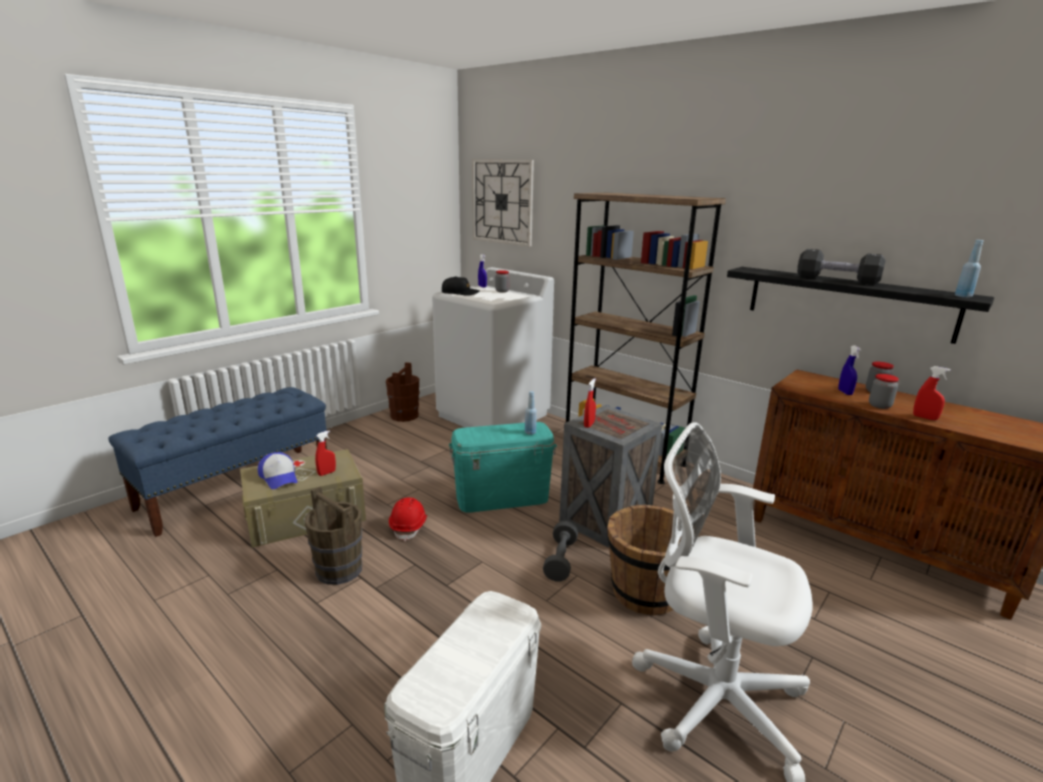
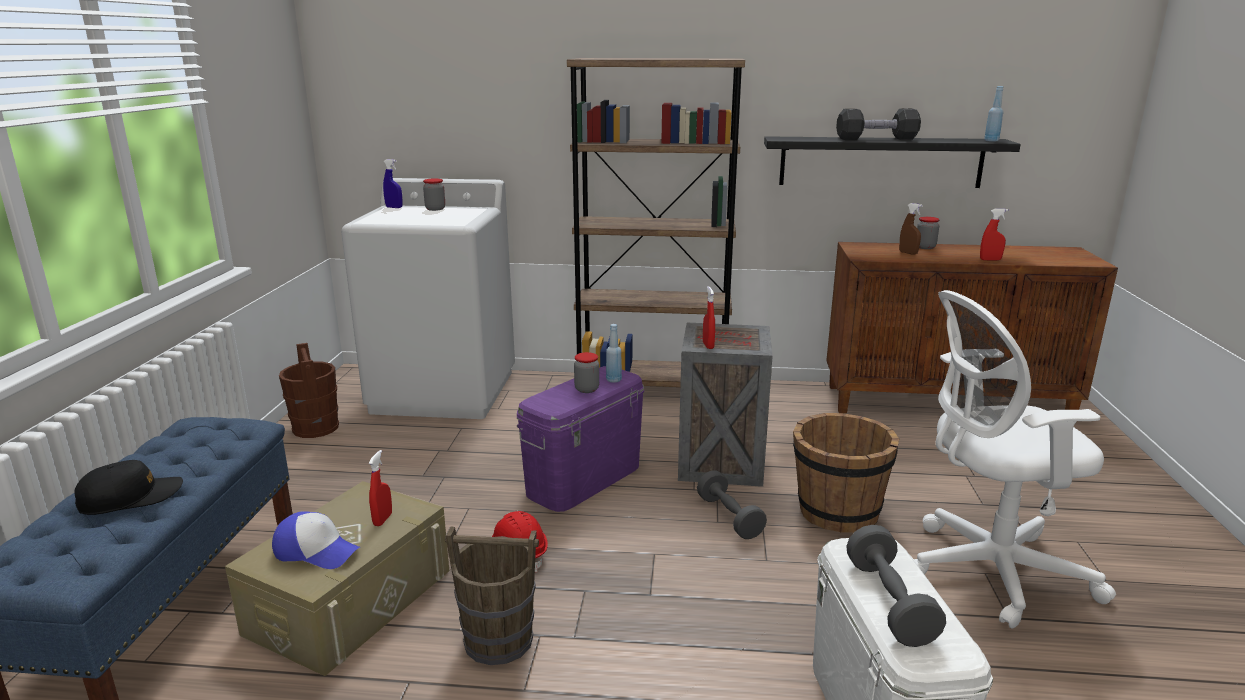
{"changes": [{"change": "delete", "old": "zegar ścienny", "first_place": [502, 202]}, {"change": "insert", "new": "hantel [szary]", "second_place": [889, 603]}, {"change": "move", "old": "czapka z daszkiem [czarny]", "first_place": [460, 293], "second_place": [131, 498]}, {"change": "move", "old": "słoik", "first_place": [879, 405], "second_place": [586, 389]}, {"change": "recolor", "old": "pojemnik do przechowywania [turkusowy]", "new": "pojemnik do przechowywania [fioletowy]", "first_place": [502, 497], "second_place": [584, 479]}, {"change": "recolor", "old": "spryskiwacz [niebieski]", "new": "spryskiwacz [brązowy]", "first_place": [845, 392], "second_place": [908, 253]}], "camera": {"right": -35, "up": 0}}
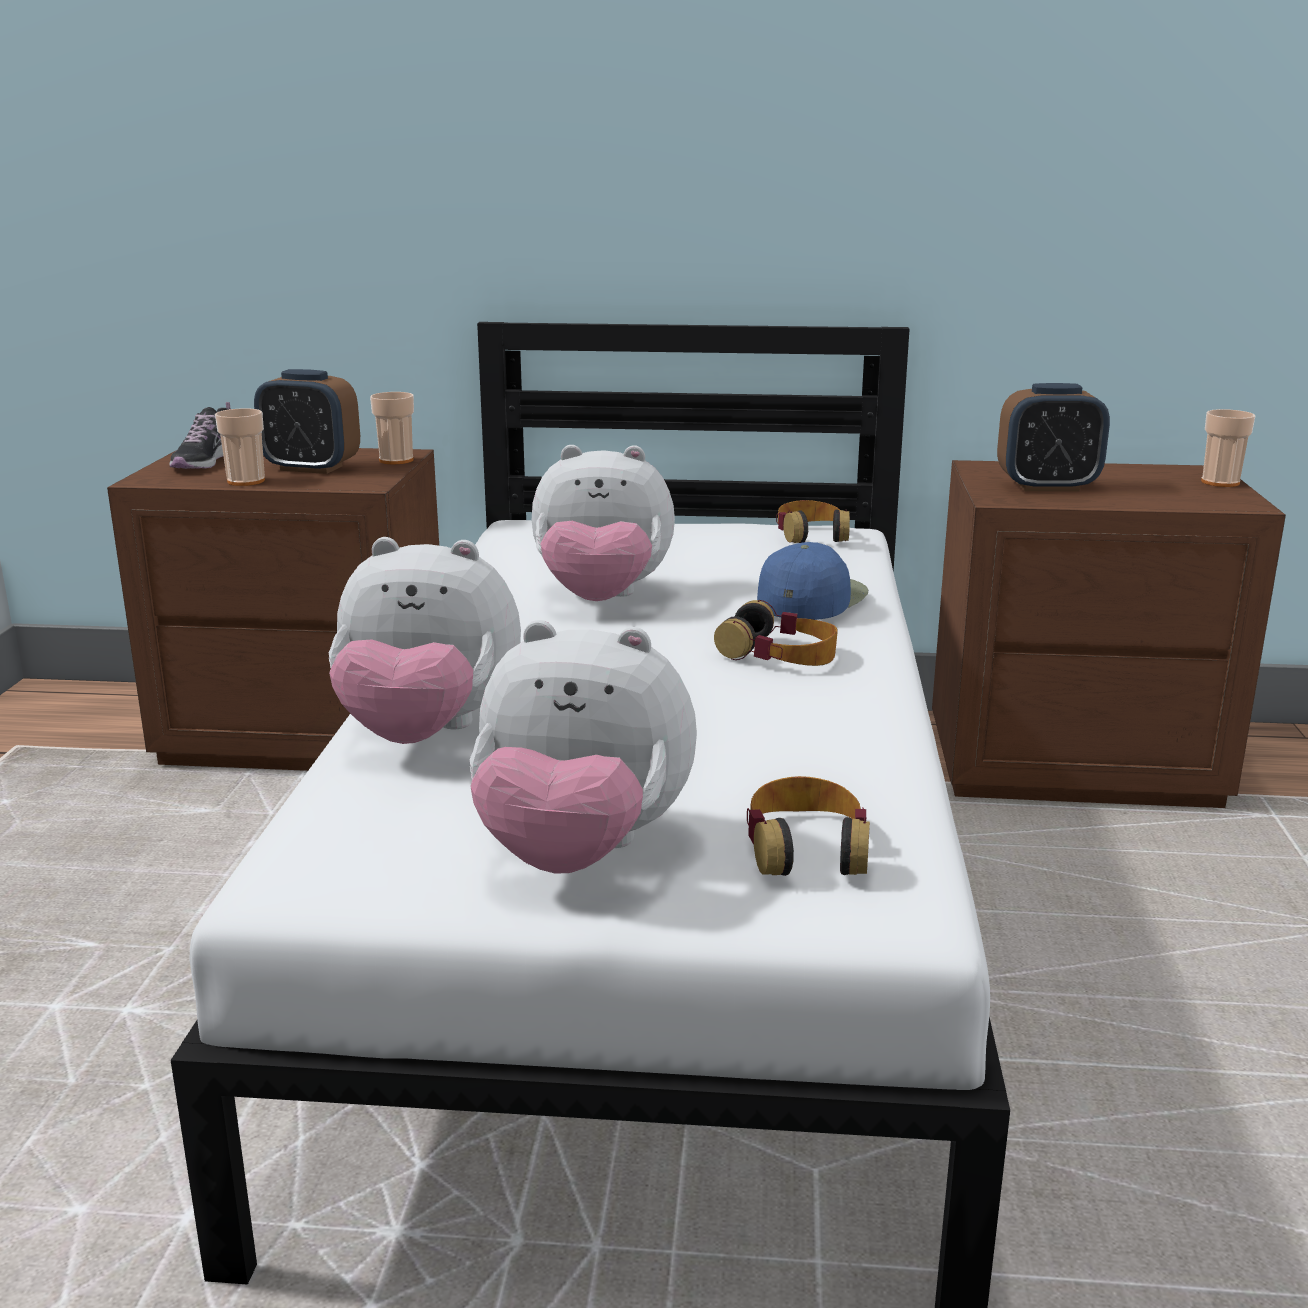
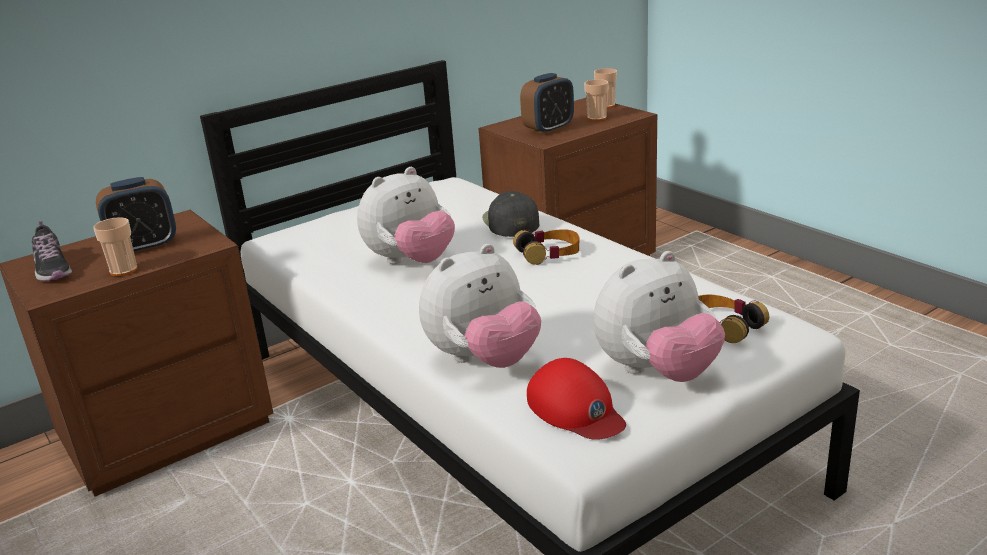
{"changes": [{"change": "delete", "old": "słuchawki", "first_place": [811, 533]}, {"change": "insert", "new": "czapka z daszkiem [czerwony]", "second_place": [576, 409]}, {"change": "move", "old": "filiżanka", "first_place": [396, 460], "second_place": [596, 118]}, {"change": "recolor", "old": "czapka z daszkiem [niebieski]", "new": "czapka z daszkiem [czarny]", "first_place": [811, 598], "second_place": [510, 222]}], "camera": {"right": -40, "up": 5}}
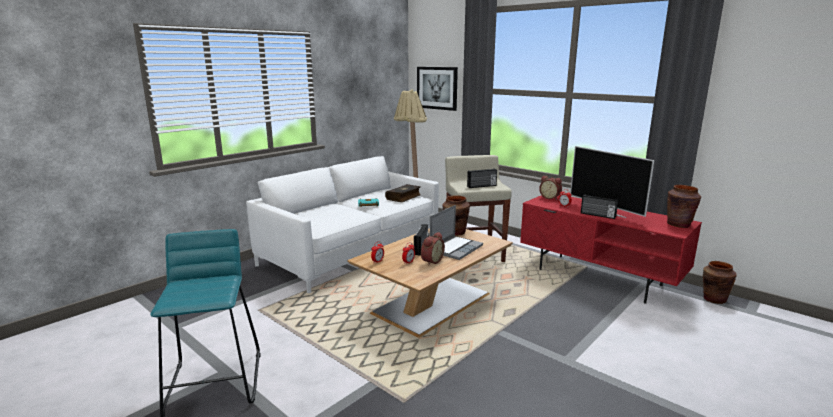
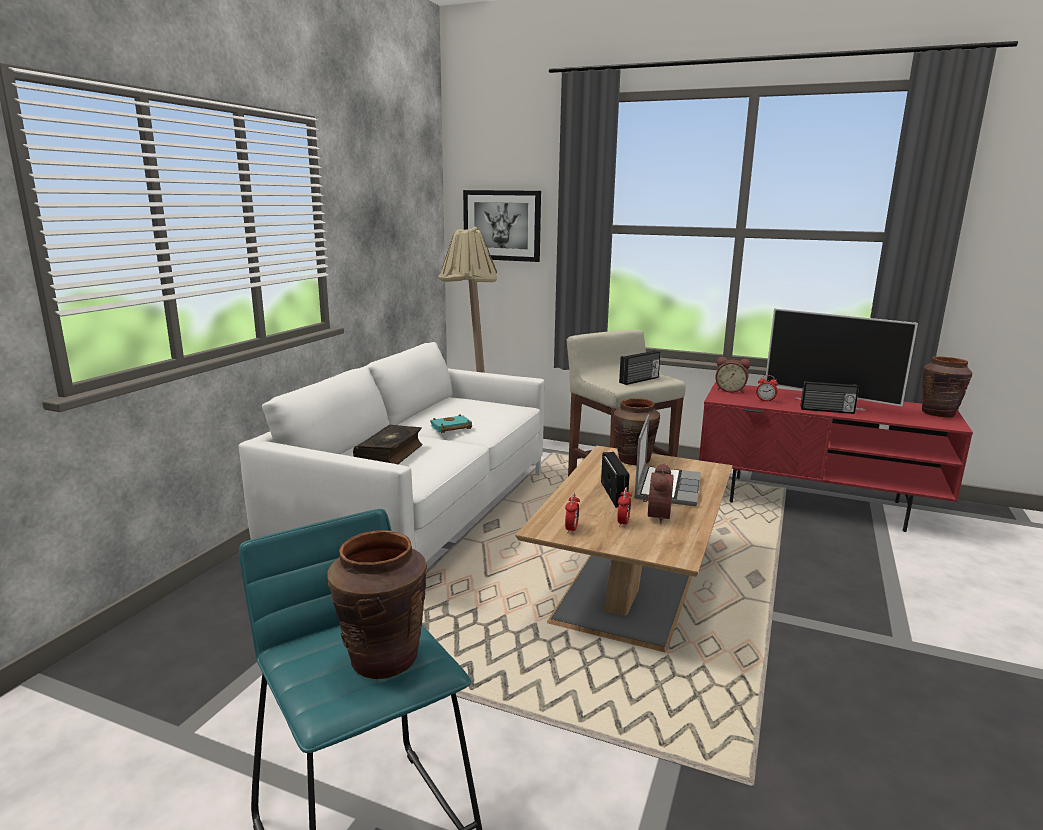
{"changes": [{"change": "move", "old": "książka", "first_place": [404, 197], "second_place": [391, 454]}, {"change": "move", "old": "wazon [brązowy]", "first_place": [714, 299], "second_place": [383, 659]}], "camera": {"right": -20, "up": 0}}
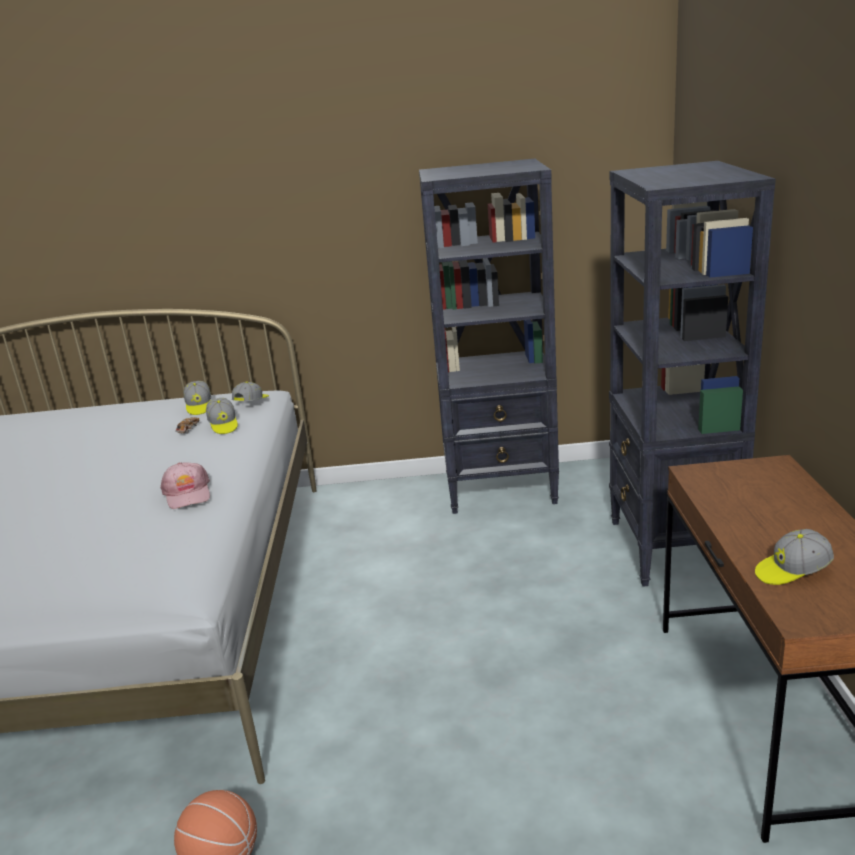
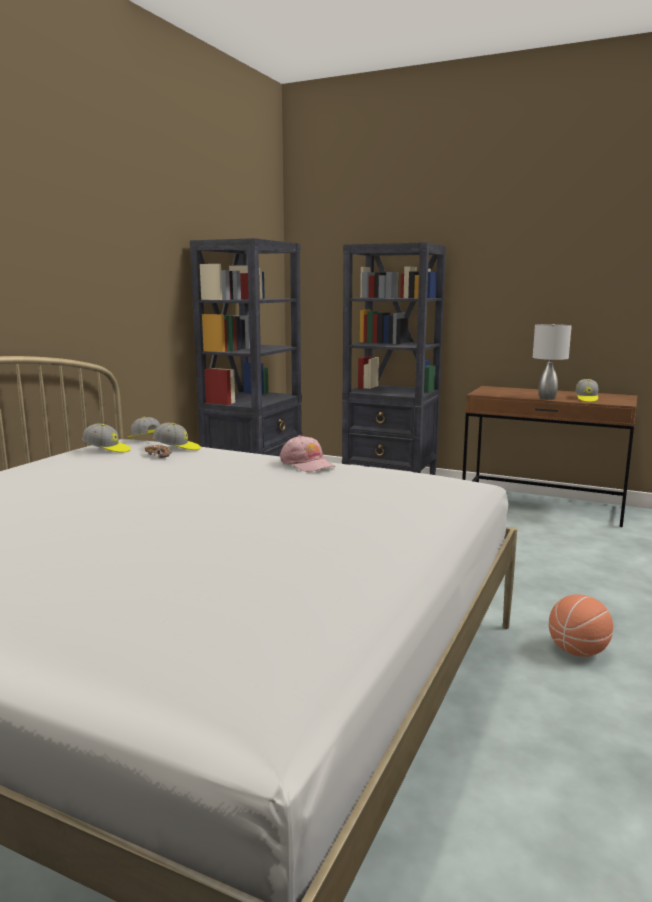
{"changes": [{"change": "insert", "new": "lampa stołowa [szary]", "second_place": [546, 398]}, {"change": "rotate", "old": "czapka z daszkiem [różowy]", "first_place": [187, 493], "second_place": [307, 464], "degrees": 45}], "camera": {"right": -65, "up": -10}}
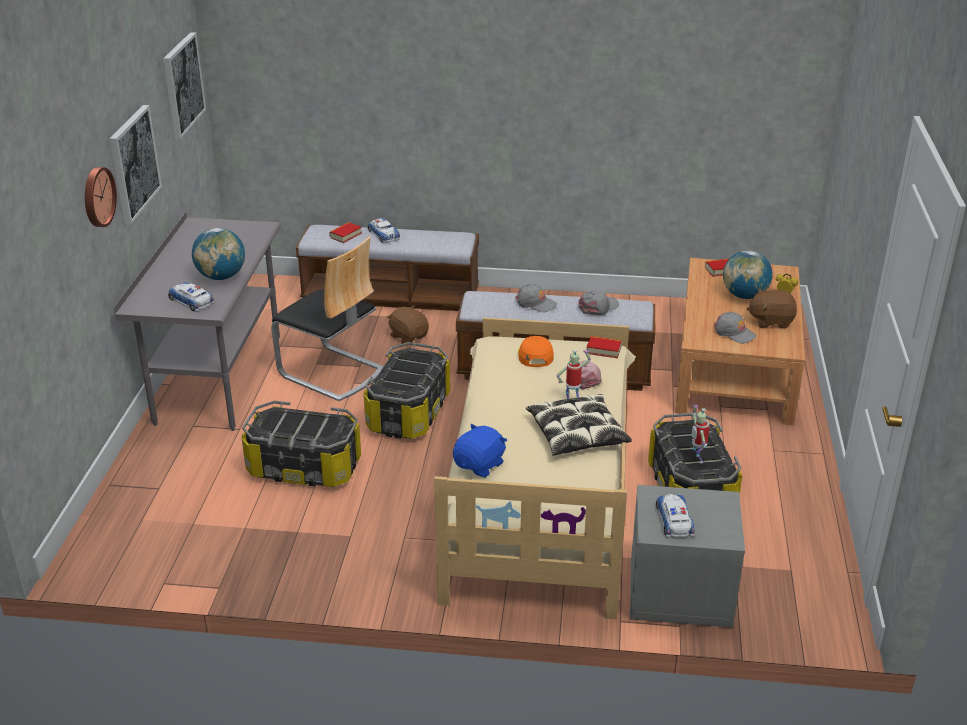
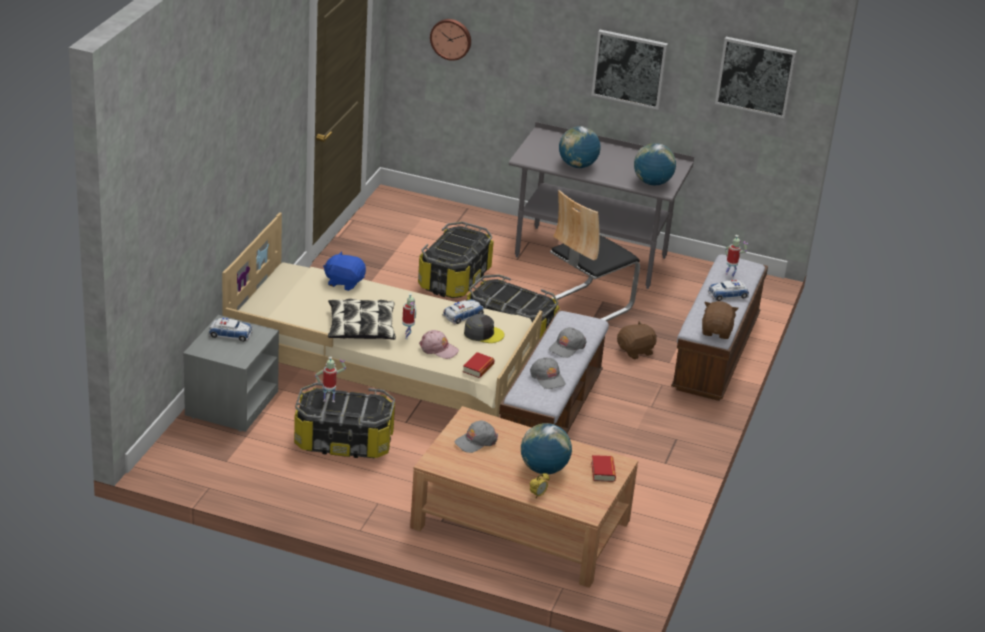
{"changes": [{"change": "insert", "new": "globus", "second_place": [652, 183]}, {"change": "move", "old": "zegar ścienny", "first_place": [97, 197], "second_place": [451, 38]}, {"change": "move", "old": "samochodzik", "first_place": [191, 301], "second_place": [463, 315]}, {"change": "move", "old": "pluszak [brązowy]", "first_place": [771, 321], "second_place": [717, 331]}, {"change": "replace", "old": "książka", "new": "robot zabawkowy", "first_place": [345, 235], "second_place": [730, 275]}, {"change": "recolor", "old": "czapka z daszkiem [pomarańczowy]", "new": "czapka z daszkiem [szary]", "first_place": [535, 355], "second_place": [483, 333]}, {"change": "rotate", "old": "pluszak [niebieski]", "first_place": [480, 465], "second_place": [344, 282], "degrees": 150}], "camera": {"right": 100, "up": 0}}
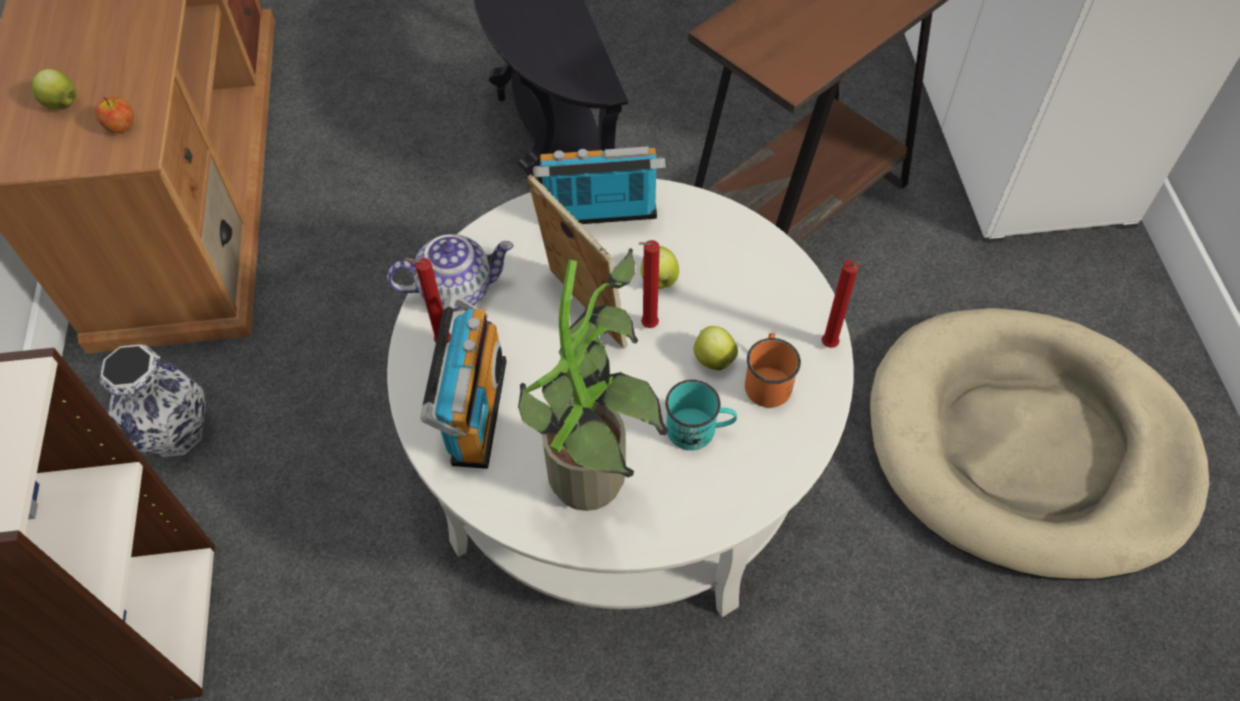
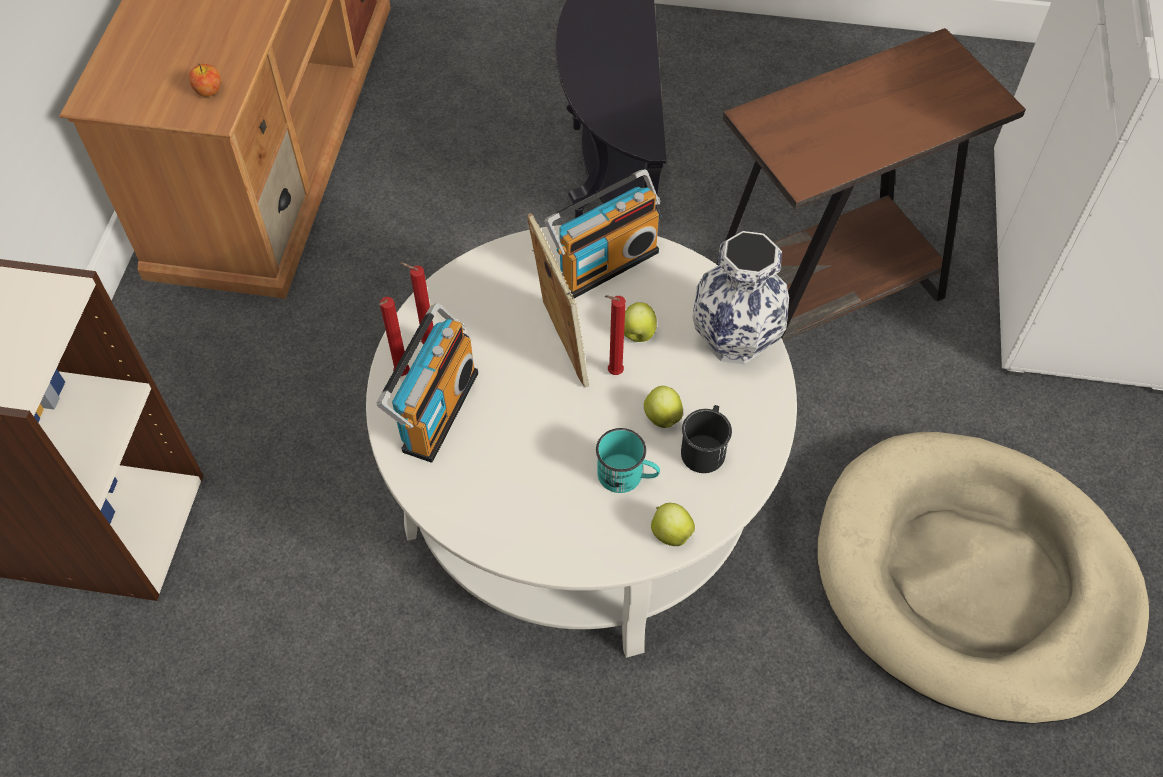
{"changes": [{"change": "delete", "old": "imbryk", "first_place": [457, 289]}, {"change": "delete", "old": "roślina doniczkowa", "first_place": [597, 485]}, {"change": "move", "old": "jabłko", "first_place": [61, 103], "second_place": [670, 533]}, {"change": "move", "old": "wazon", "first_place": [174, 433], "second_place": [733, 340]}, {"change": "move", "old": "świeca [czerwony]", "first_place": [829, 347], "second_place": [401, 375]}, {"change": "recolor", "old": "kubek [pomarańczowy]", "new": "kubek [czarny]", "first_place": [768, 380], "second_place": [705, 448]}, {"change": "rotate", "old": "radio", "first_place": [600, 215], "second_place": [605, 262], "degrees": 135}], "camera": {"right": 15, "up": 0}}
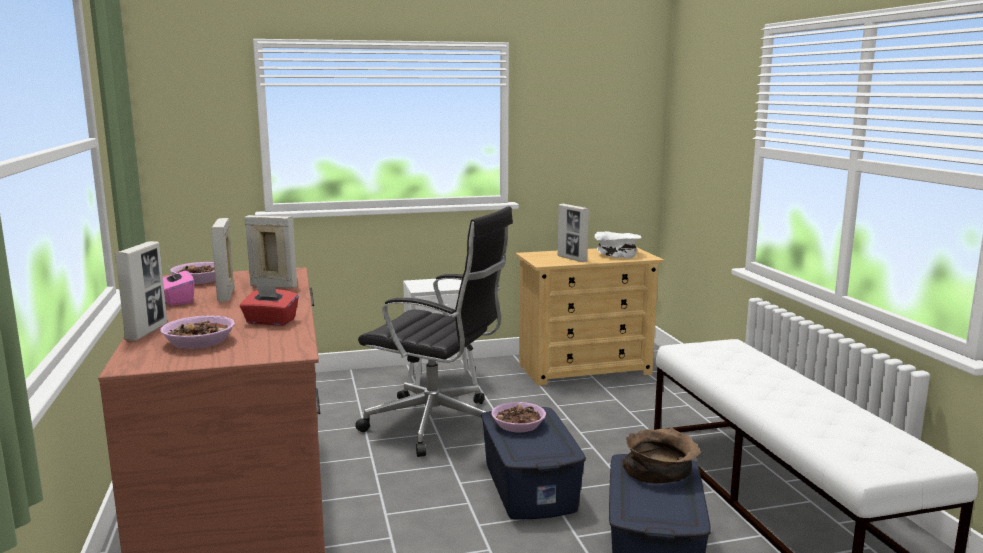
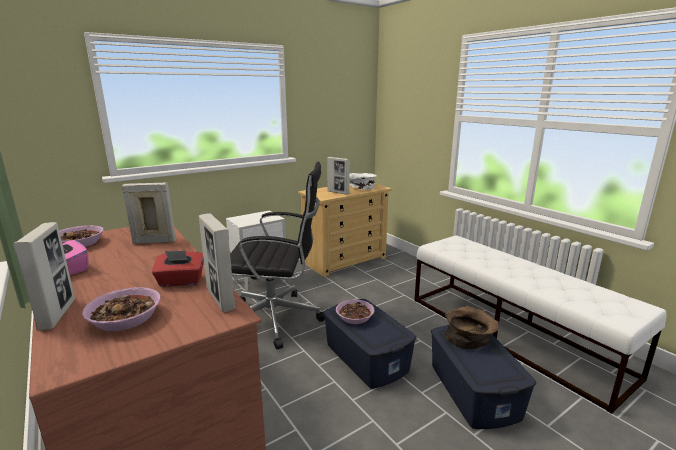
{"changes": [{"change": "move", "old": "ramka na zdjęcie", "first_place": [226, 295], "second_place": [220, 299]}], "camera": {"right": -20, "up": 5}}
